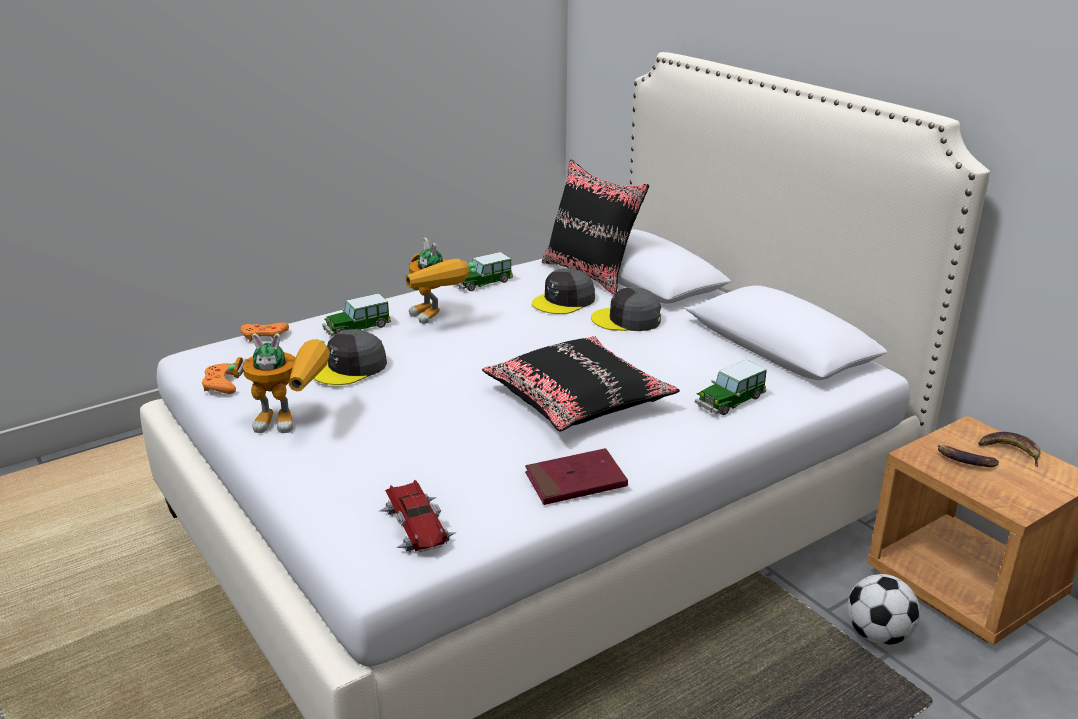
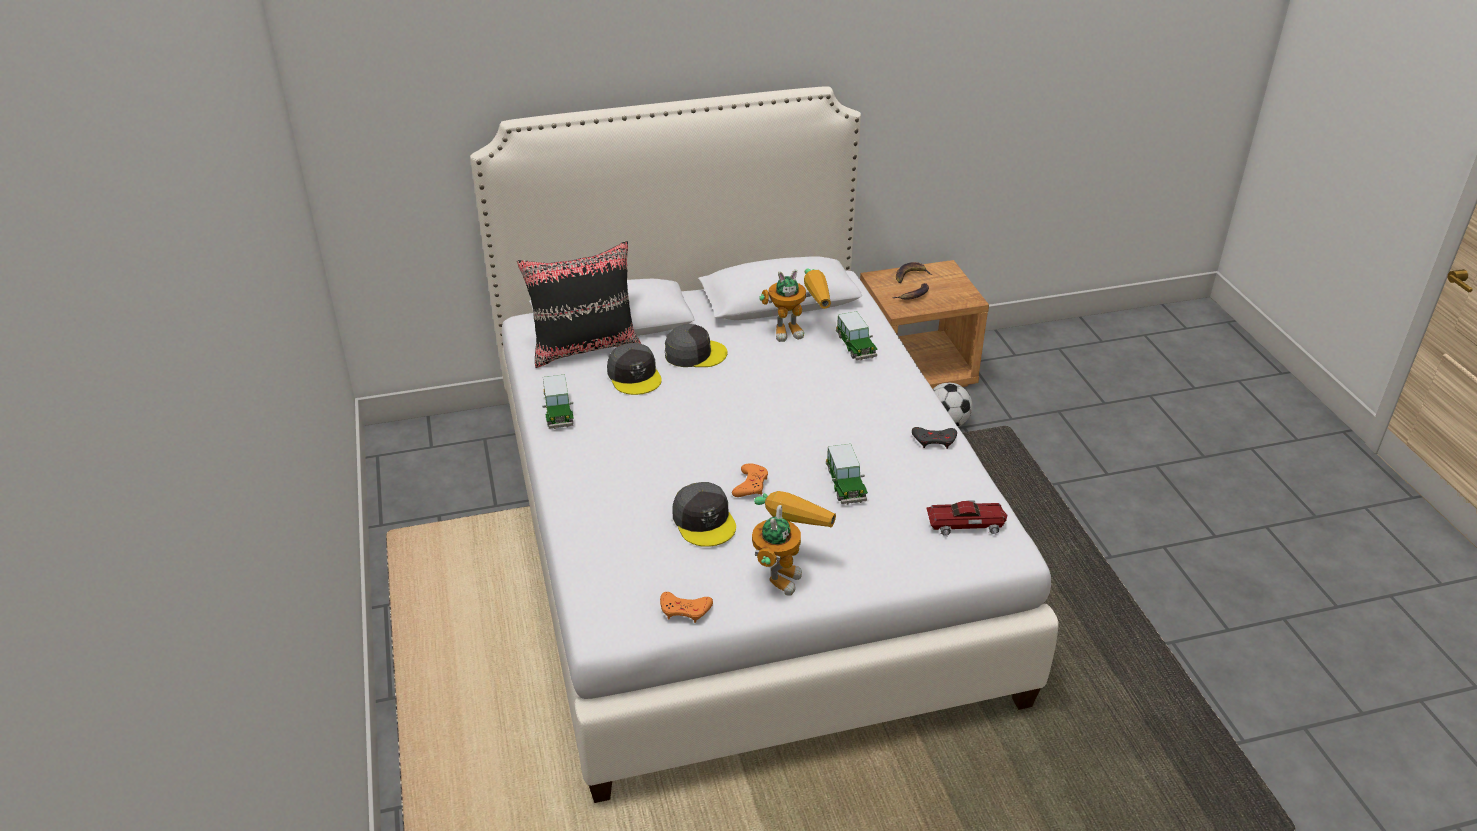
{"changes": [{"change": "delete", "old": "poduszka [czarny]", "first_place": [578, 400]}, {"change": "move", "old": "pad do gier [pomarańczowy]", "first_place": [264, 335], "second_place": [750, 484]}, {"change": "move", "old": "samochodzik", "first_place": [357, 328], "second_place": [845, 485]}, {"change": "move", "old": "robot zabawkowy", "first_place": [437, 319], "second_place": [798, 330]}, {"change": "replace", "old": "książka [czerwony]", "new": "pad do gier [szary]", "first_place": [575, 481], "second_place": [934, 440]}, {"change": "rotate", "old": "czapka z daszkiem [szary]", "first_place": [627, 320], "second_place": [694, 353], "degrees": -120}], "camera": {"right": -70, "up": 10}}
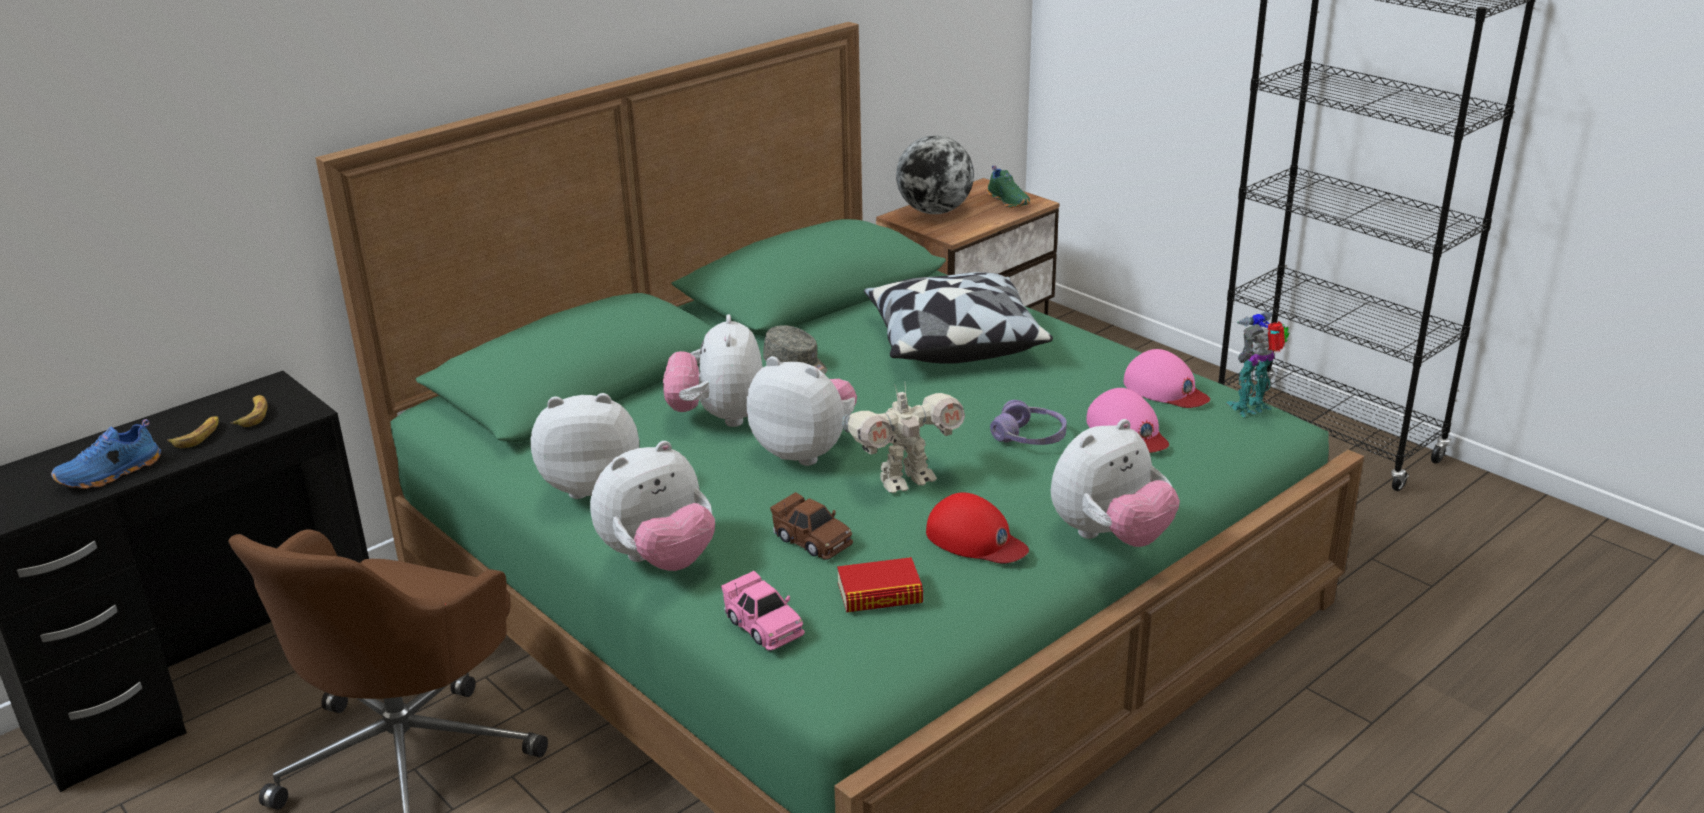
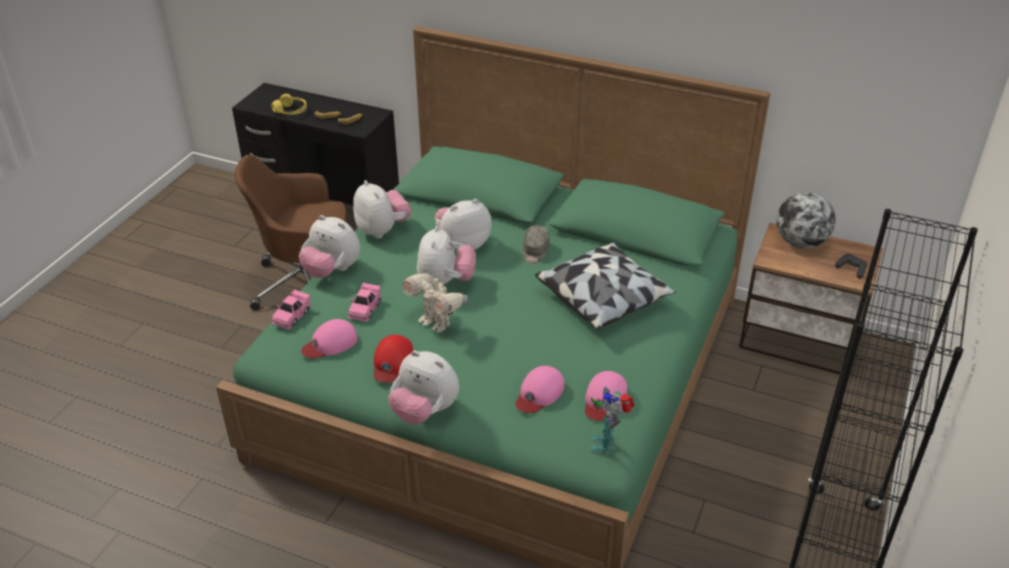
{"changes": [{"change": "delete", "old": "słuchawki [fioletowy]", "first_place": [1029, 437]}, {"change": "replace", "old": "but [niebieski]", "new": "słuchawki [żółty]", "first_place": [111, 474], "second_place": [290, 111]}, {"change": "replace", "old": "książka", "new": "czapka z daszkiem [różowy]", "first_place": [880, 594], "second_place": [330, 343]}, {"change": "replace", "old": "but [zielony]", "new": "pad do gier [czarny]", "first_place": [1009, 201], "second_place": [851, 269]}, {"change": "recolor", "old": "samochodzik [brązowy]", "new": "samochodzik [różowy]", "first_place": [812, 540], "second_place": [365, 309]}, {"change": "rotate", "old": "robot zabawkowy", "first_place": [1252, 408], "second_place": [607, 443], "degrees": -120}], "camera": {"right": 65, "up": 10}}
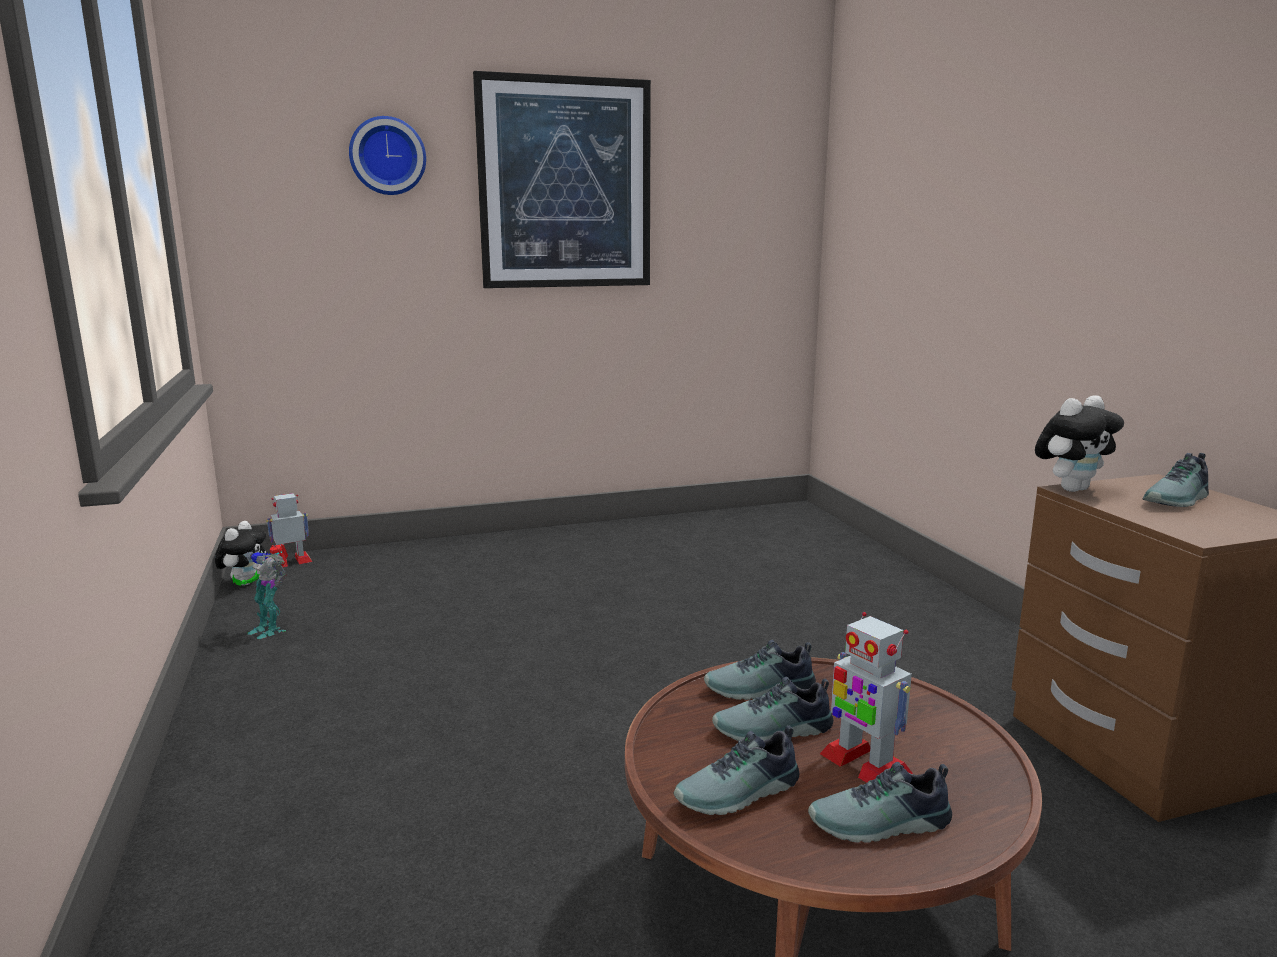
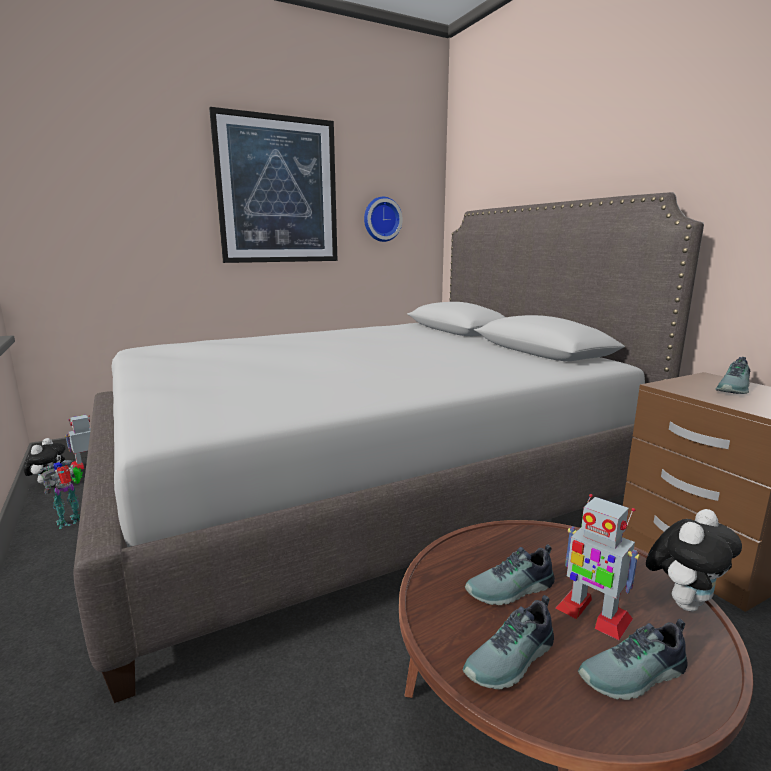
{"changes": [{"change": "delete", "old": "but", "first_place": [760, 690]}, {"change": "insert", "new": "łóżko [szary]", "second_place": [364, 490]}, {"change": "move", "old": "zegar ścienny", "first_place": [387, 156], "second_place": [381, 219]}, {"change": "move", "old": "pluszak", "first_place": [1071, 488], "second_place": [683, 601]}, {"change": "rotate", "old": "robot zabawkowy", "first_place": [269, 629], "second_place": [71, 521], "degrees": 105}], "camera": {"right": -10, "up": 0}}
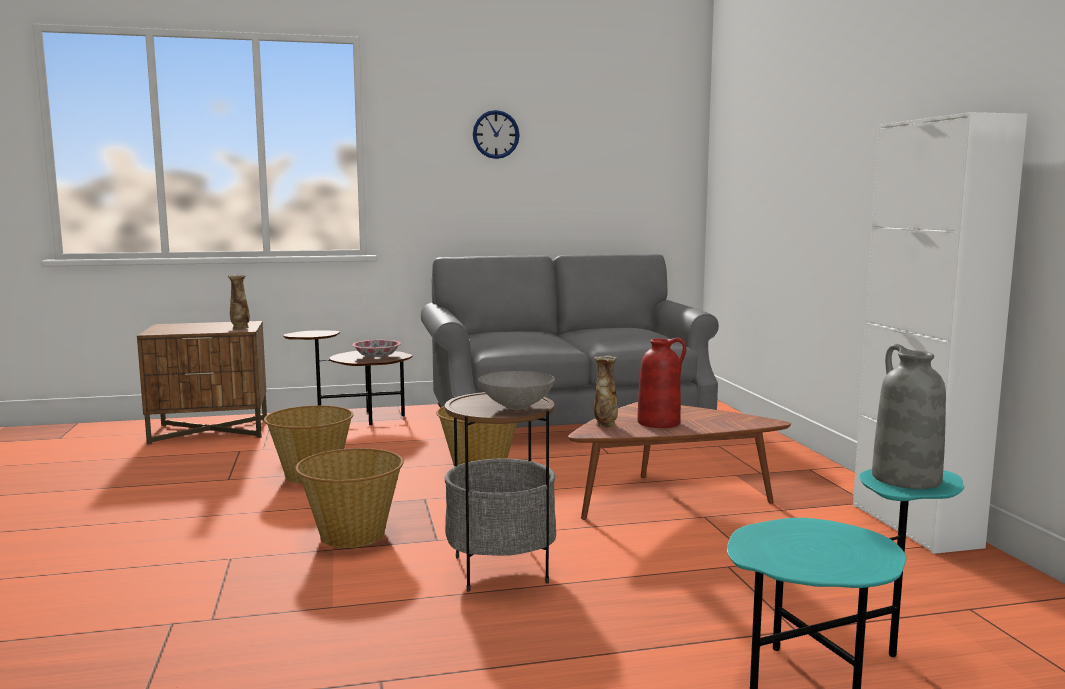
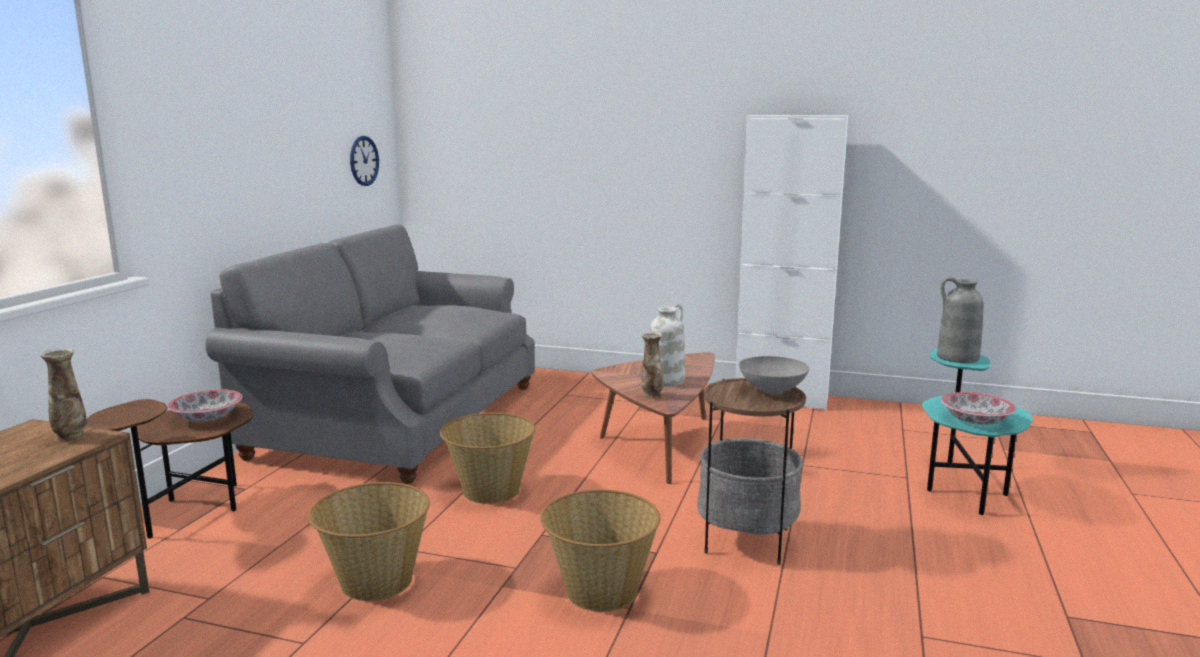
{"changes": [{"change": "insert", "new": "miska", "second_place": [975, 420]}, {"change": "move", "old": "zegar ścienny", "first_place": [496, 134], "second_place": [364, 161]}, {"change": "recolor", "old": "wazon [czerwony]", "new": "wazon [biały]", "first_place": [659, 422], "second_place": [666, 380]}], "camera": {"right": -60, "up": 5}}
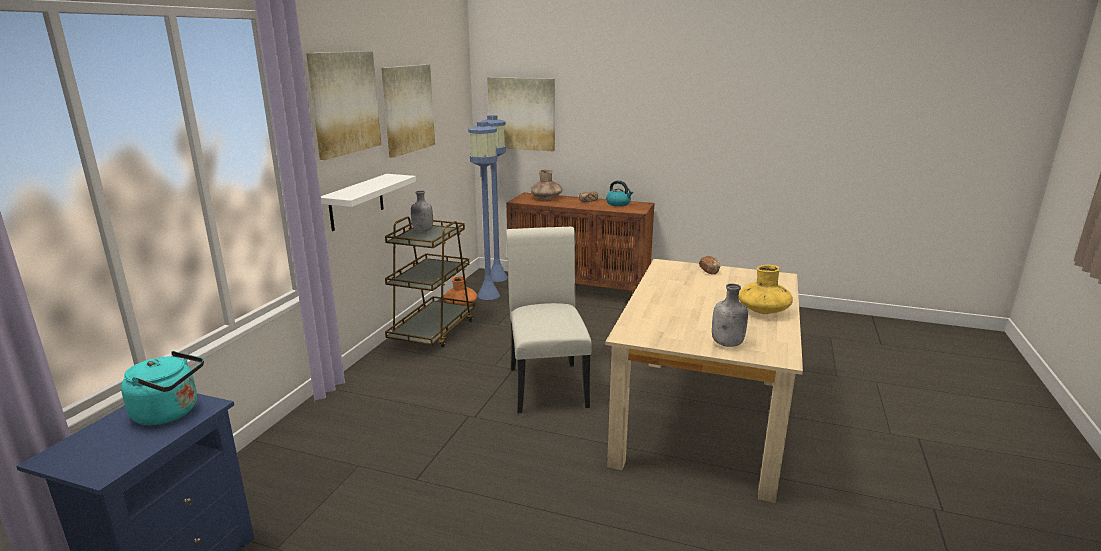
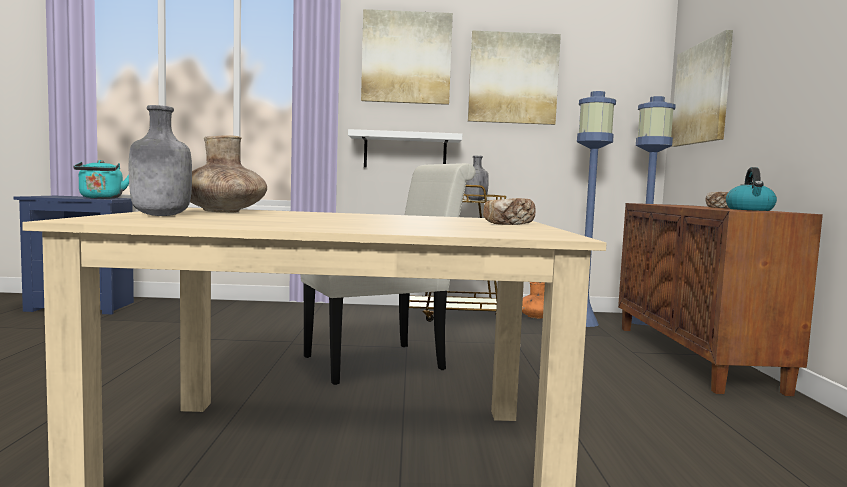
{"changes": [{"change": "delete", "old": "wazon [żółty]", "first_place": [763, 311]}, {"change": "move", "old": "wazon [brązowy]", "first_place": [546, 198], "second_place": [223, 212]}], "camera": {"right": 70, "up": -15}}
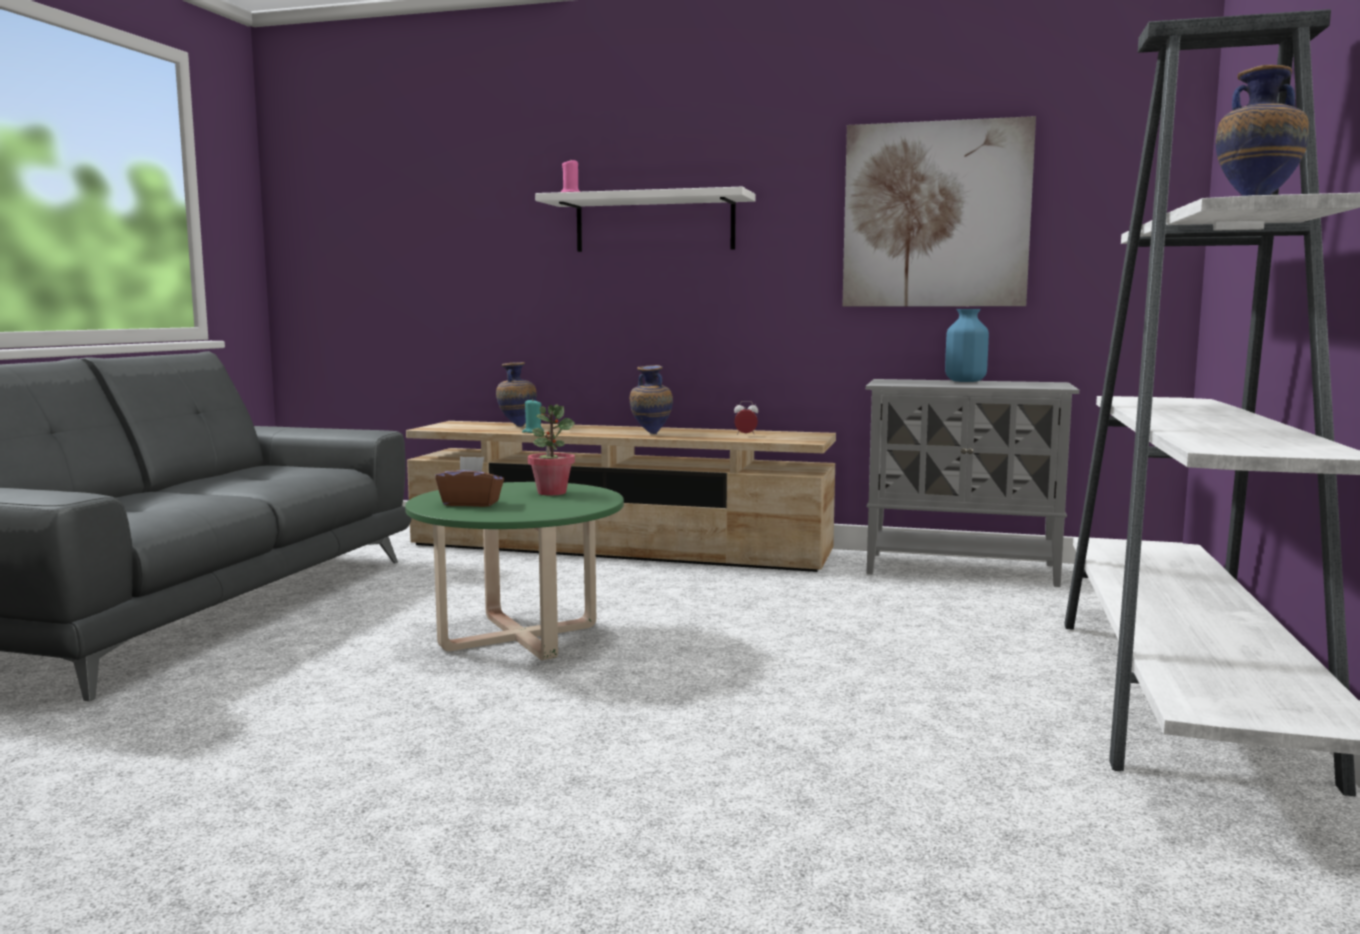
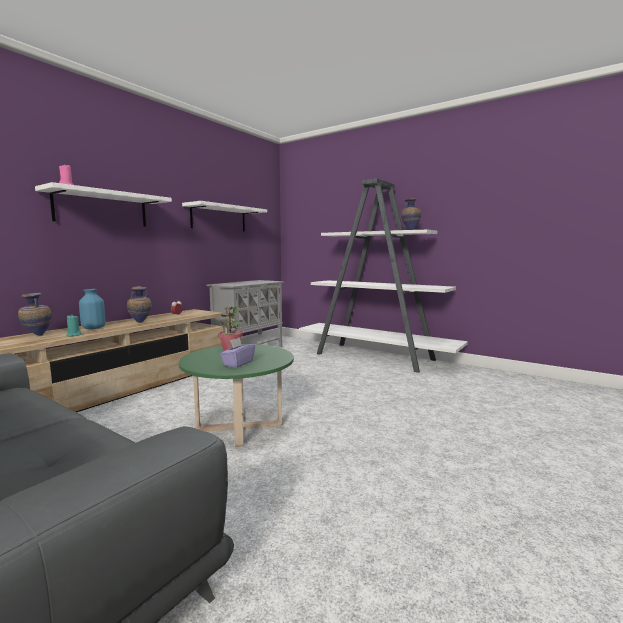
{"changes": [{"change": "move", "old": "wazon [niebieski]", "first_place": [965, 381], "second_place": [93, 328]}, {"change": "replace", "old": "obraz", "new": "półka [biały]", "first_place": [935, 215], "second_place": [219, 218]}, {"change": "recolor", "old": "pudełko chusteczek [brązowy]", "new": "pudełko chusteczek [fioletowy]", "first_place": [471, 503], "second_place": [238, 363]}], "camera": {"right": -70, "up": 0}}
